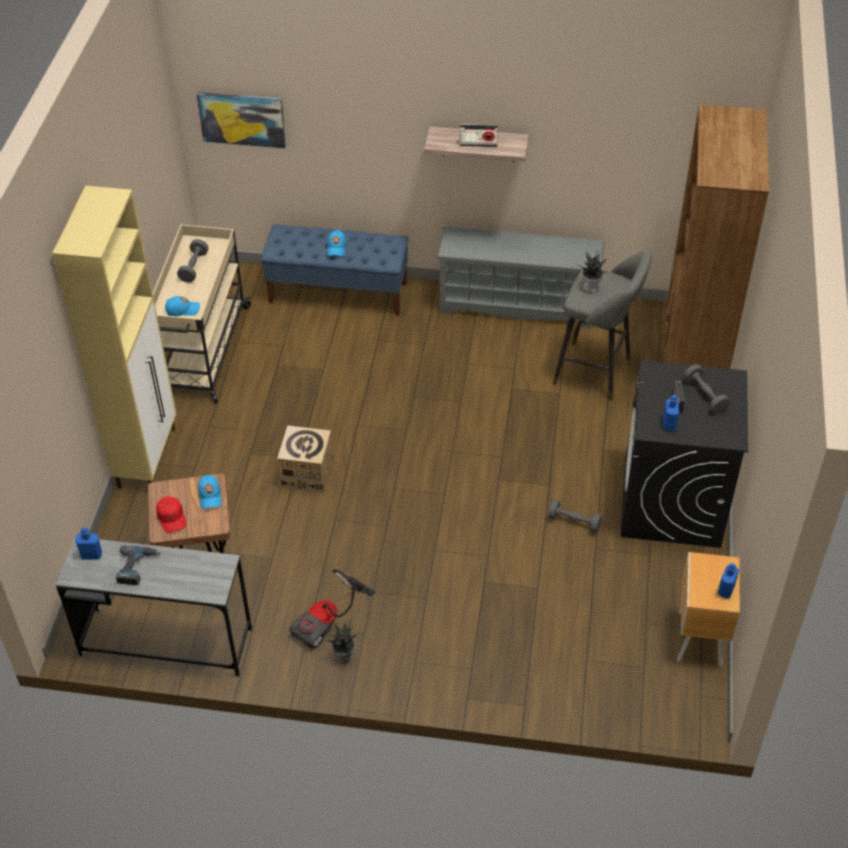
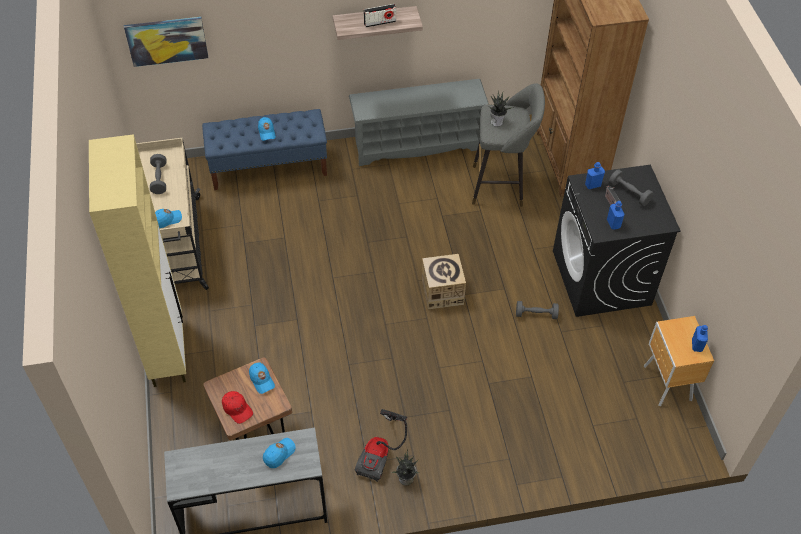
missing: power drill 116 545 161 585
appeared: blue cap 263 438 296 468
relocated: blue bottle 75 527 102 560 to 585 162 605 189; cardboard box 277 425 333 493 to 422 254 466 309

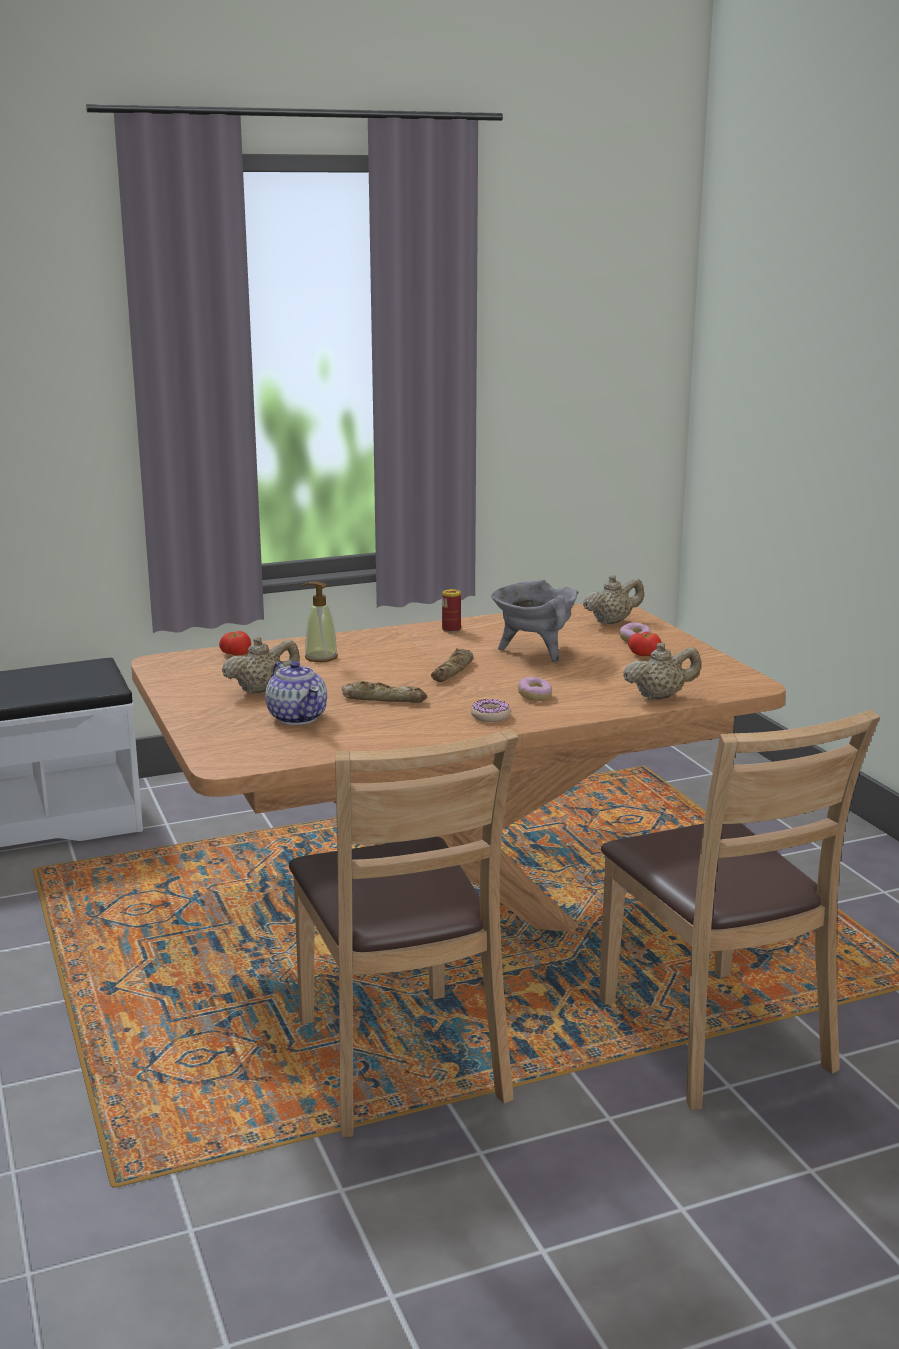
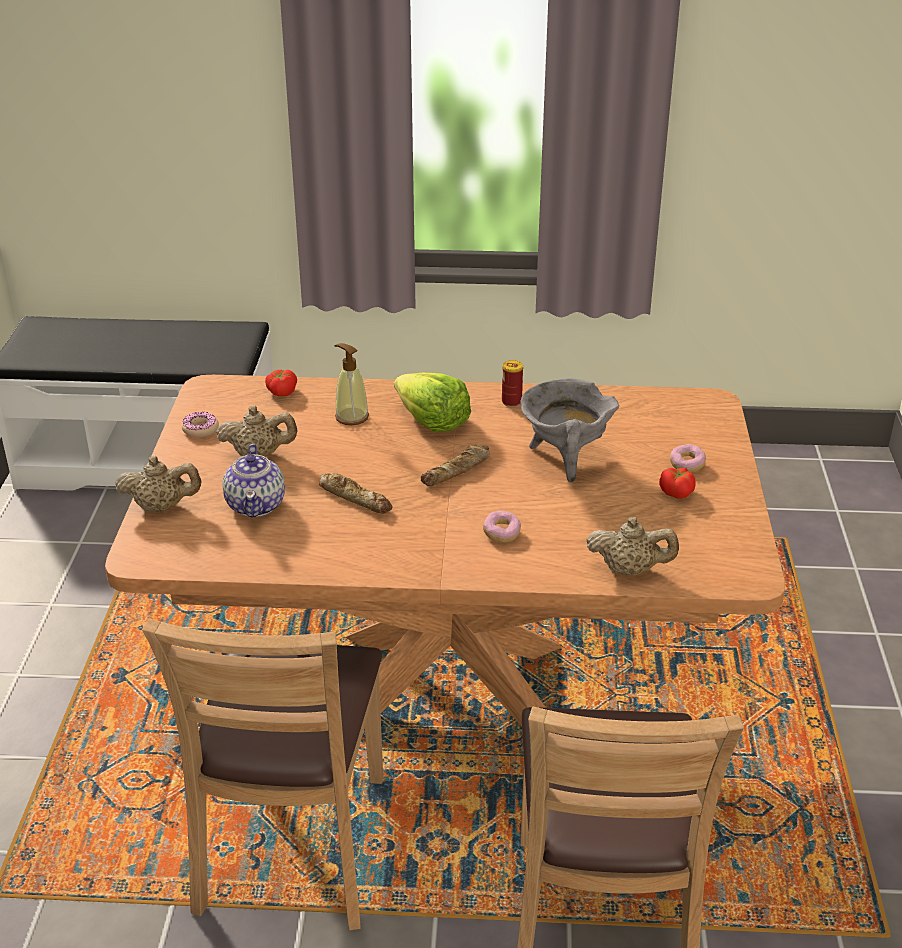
appeared: lettuce 394 373 471 432
relocated: donut 471 699 511 722 to 182 412 219 437; beige teapot 583 575 644 625 to 115 456 202 512

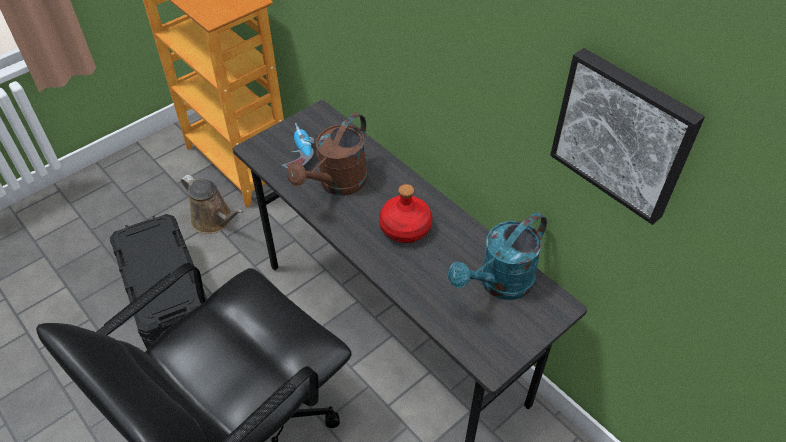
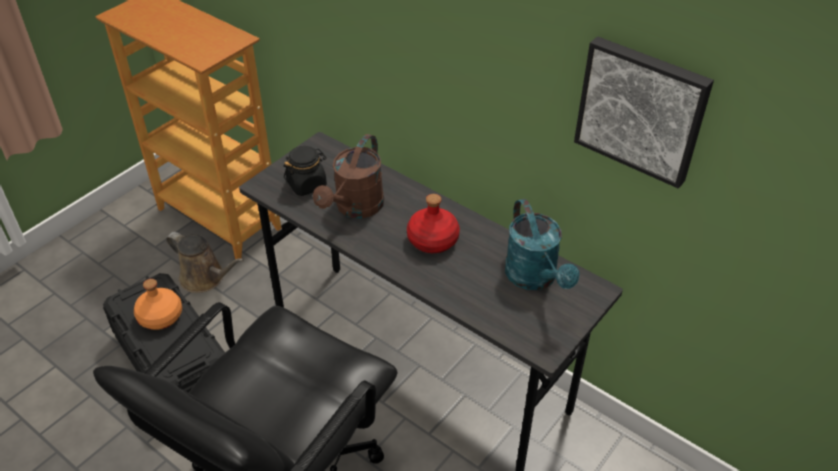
appeared: orange bottle 134 279 182 330
exchanged: power drill 282 123 315 169 to black jar 284 146 327 196
spun: turquoise watering can 448 213 547 300 = 505 199 580 290 60 degrees counterclockwise

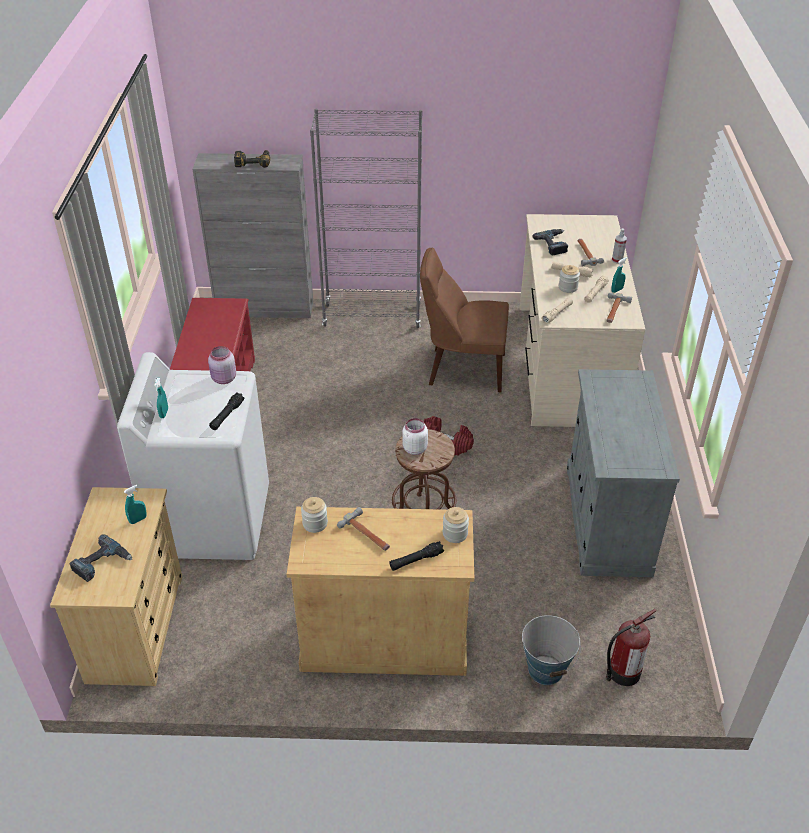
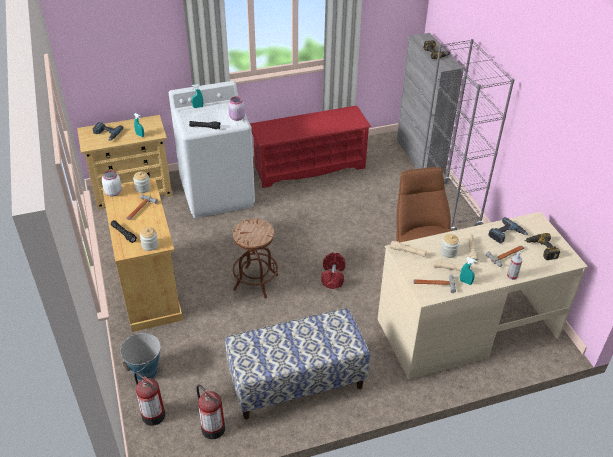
appeared: fire extinguisher 196 384 225 439; power drill 525 233 560 260
relocated: white jar 402 418 428 455 to 102 170 122 196
exchanged: grey cabinet 567 369 680 577 to bench 225 308 370 420

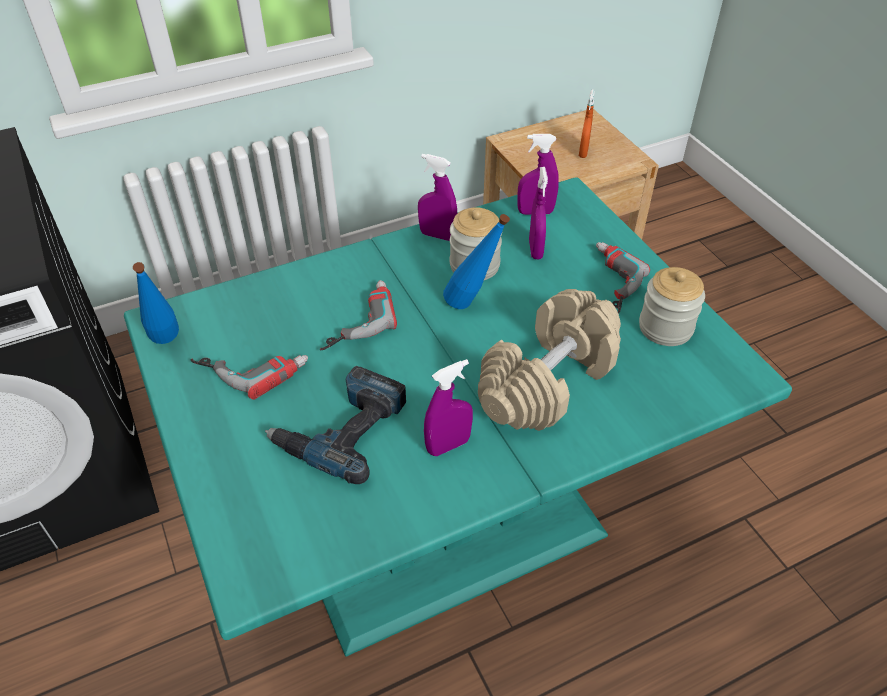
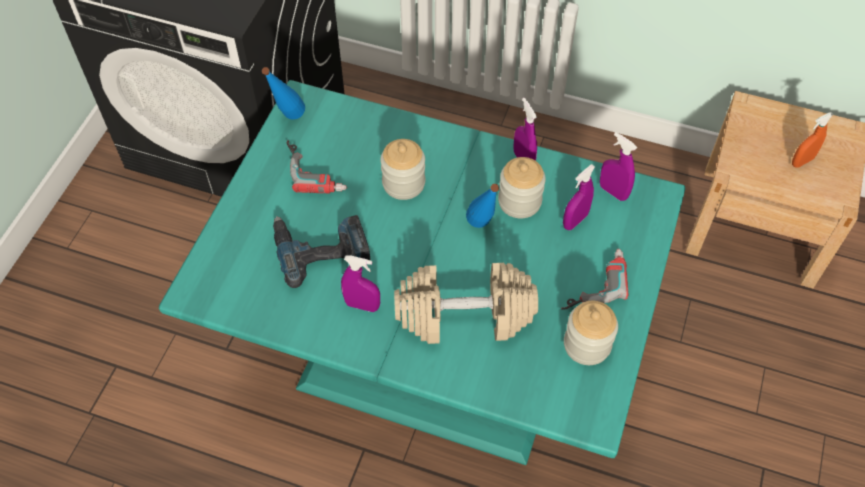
exchanged: power drill 320 280 397 351 to jar 380 139 425 200

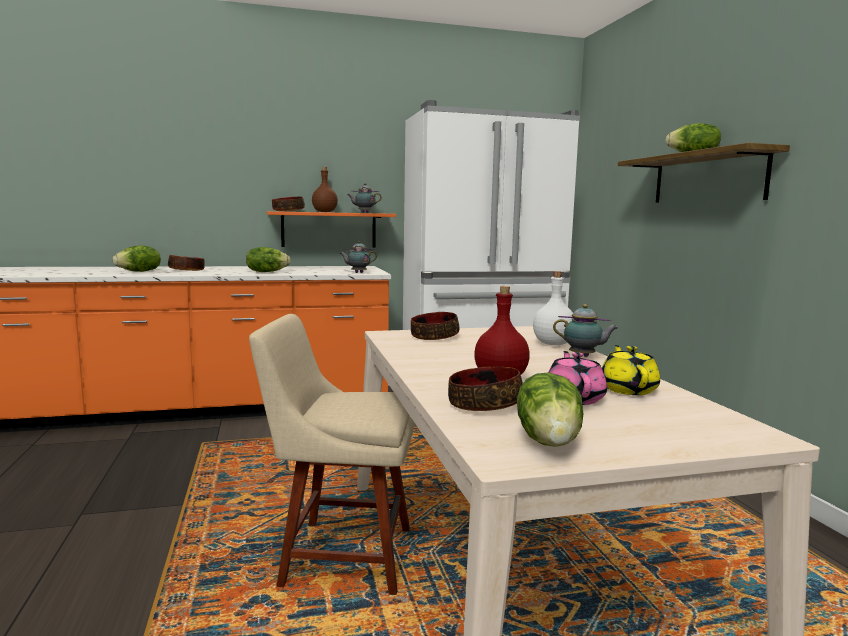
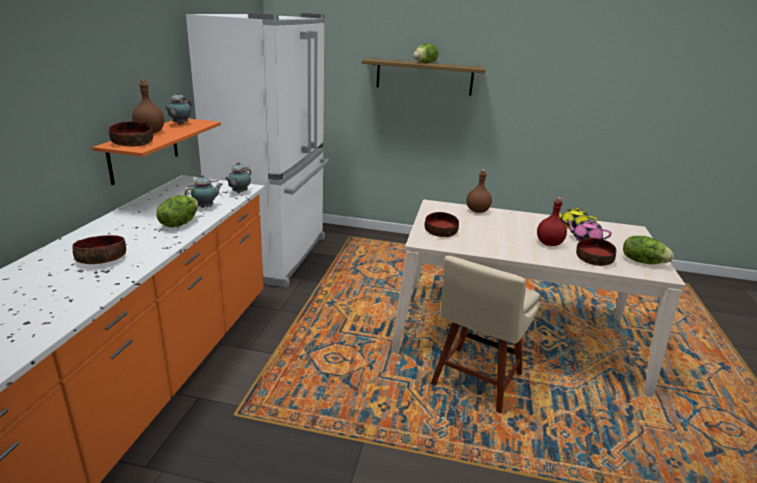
missing: lettuce 113 246 161 272
relocated: teapot 553 304 618 357 to 185 174 222 208
colour: white bottle 533 271 574 345 to brown bottle 466 170 492 213

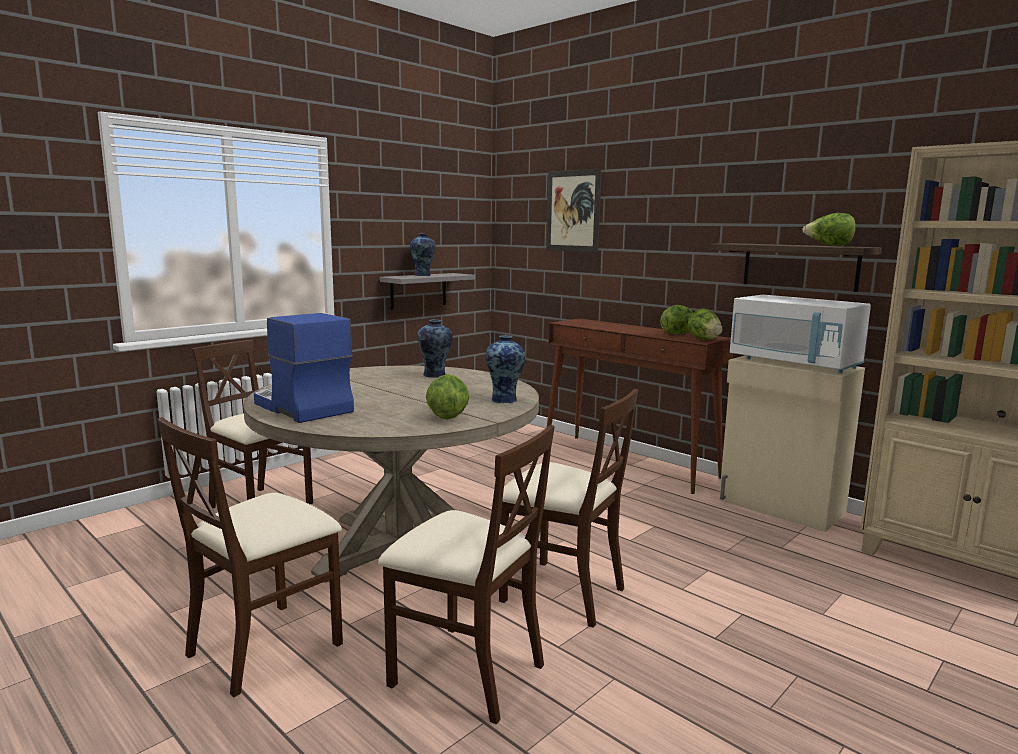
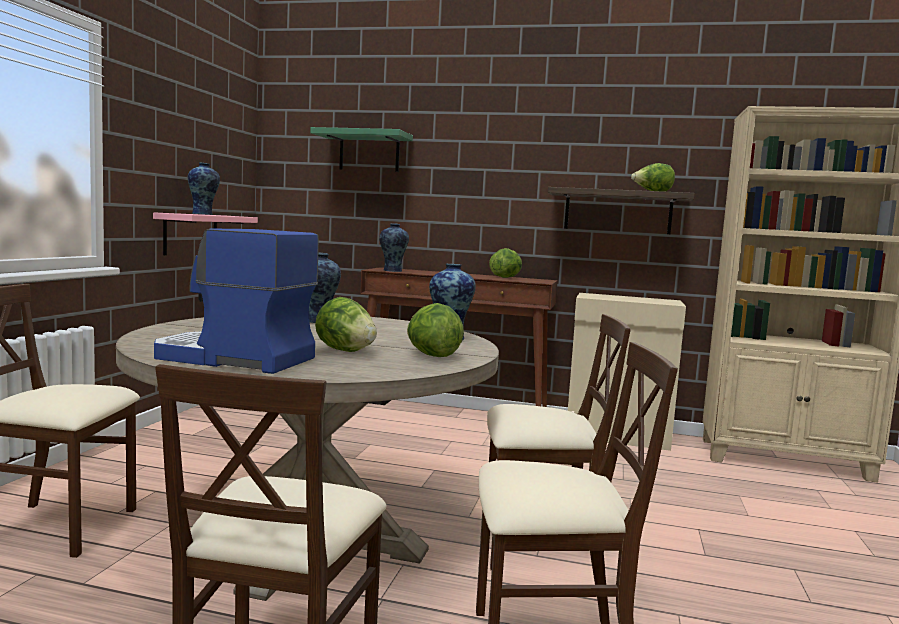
missing: white microwave 730 295 871 374
appeared: vase 379 223 409 272
relocated: lettuce 688 308 722 340 to 315 297 377 352
exchanged: picture 546 169 602 252 to green shelf 310 127 413 172
colour: grey shelf 380 273 475 310 to pink shelf 153 212 258 255

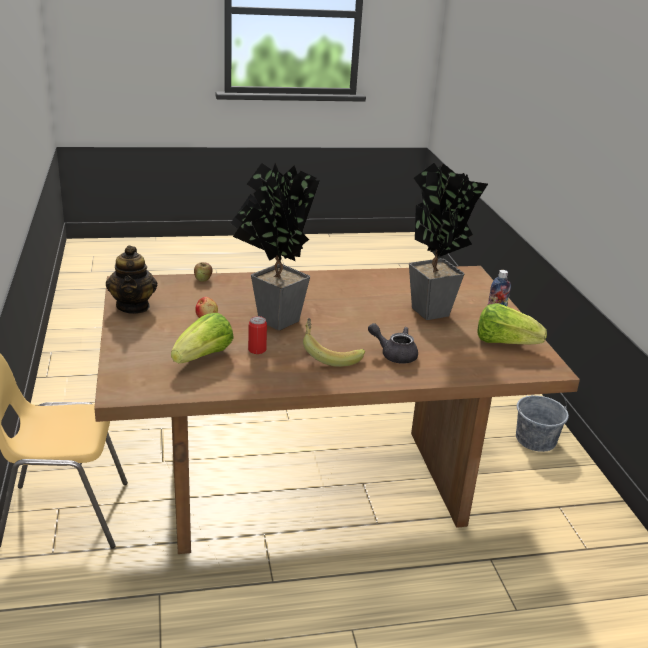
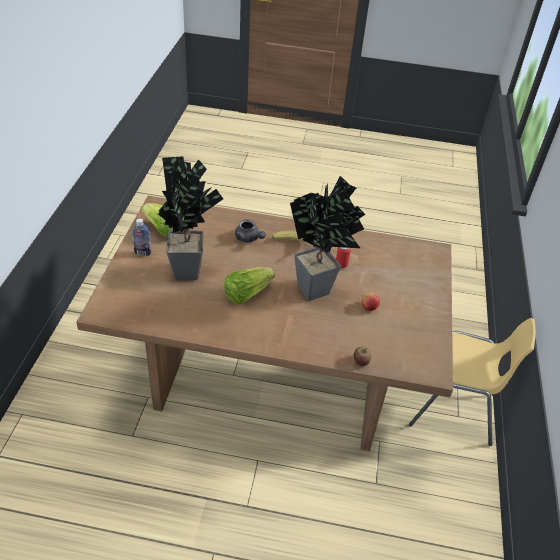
missing: teapot 106 245 157 314; grey bucket 516 393 569 452
relocated: lettuce 171 313 234 363 to 224 267 275 305

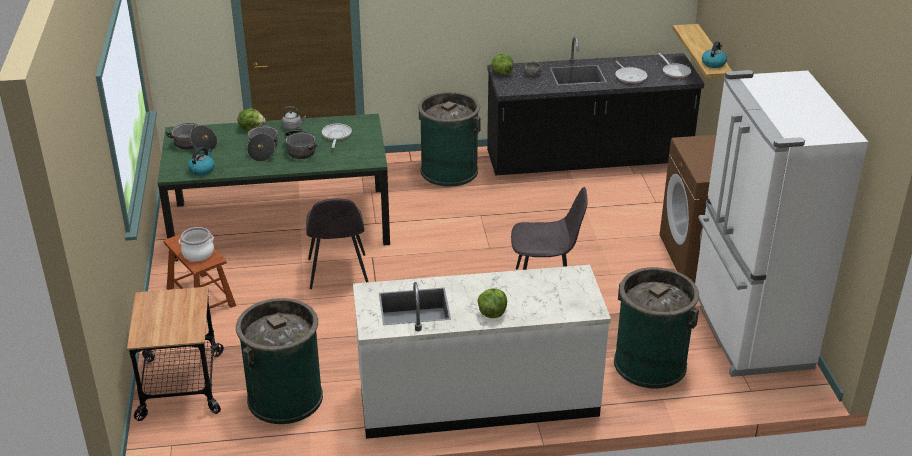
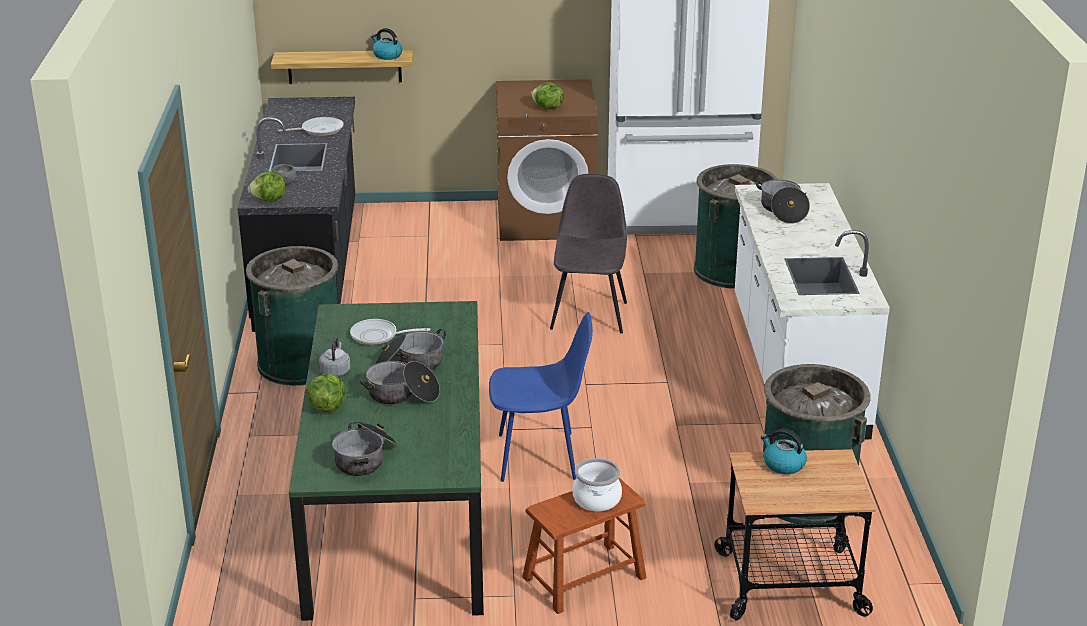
missing: frying pan 658 53 691 78
appeared: cooking pot 756 179 810 224
relocated: kettle 188 147 215 176 to 761 429 807 474; lettuce 478 288 507 318 to 531 82 564 110
colour: grey chair 306 198 368 289 to blue chair 489 312 593 482

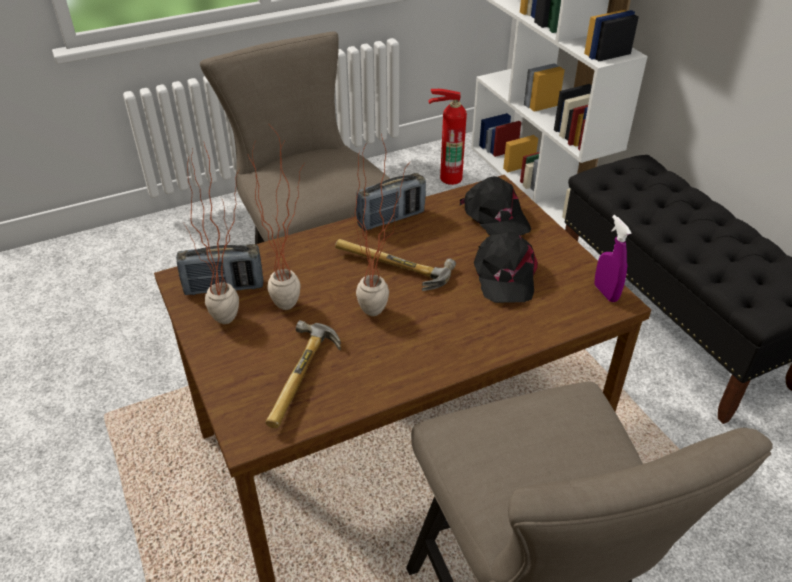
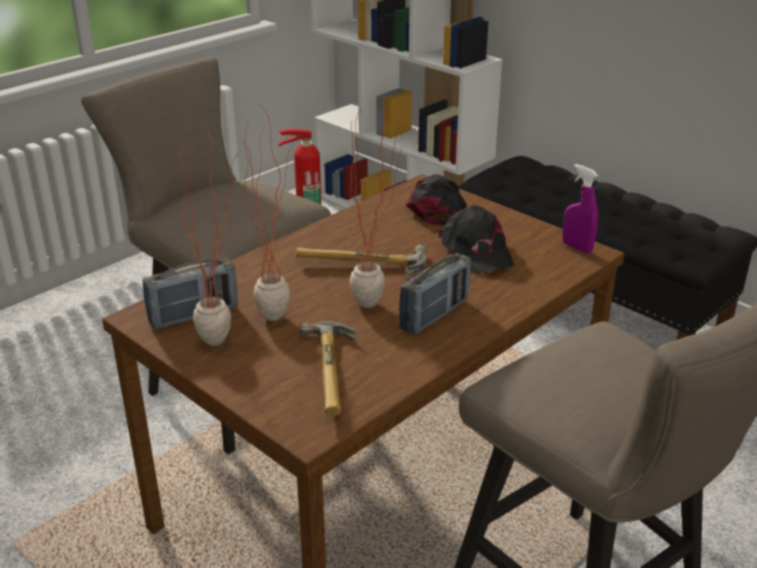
relocated: radio 356 173 426 231 to 399 253 470 335
spun: black cap 460 176 531 236 = 406 174 467 225 135 degrees counterclockwise

